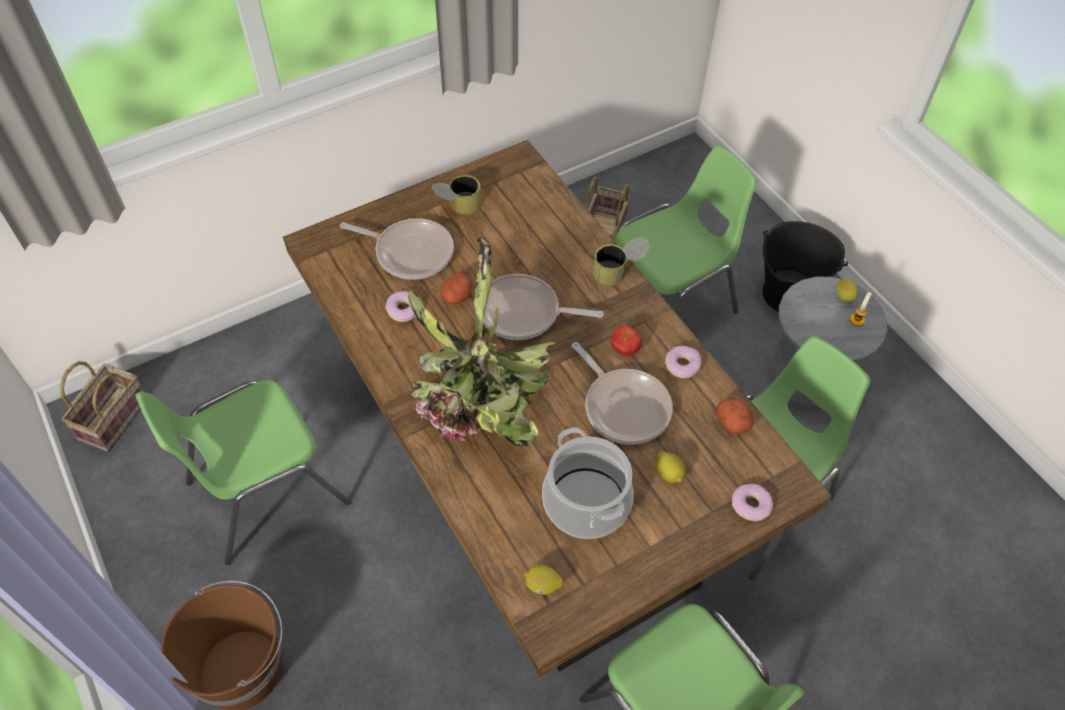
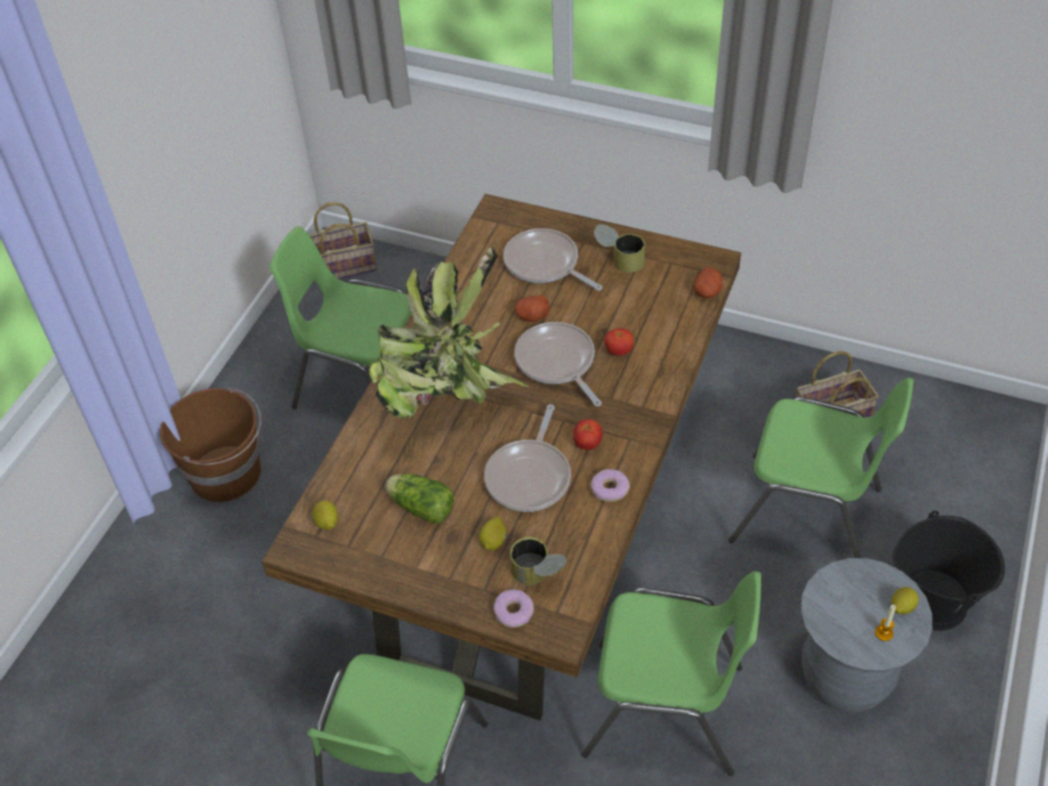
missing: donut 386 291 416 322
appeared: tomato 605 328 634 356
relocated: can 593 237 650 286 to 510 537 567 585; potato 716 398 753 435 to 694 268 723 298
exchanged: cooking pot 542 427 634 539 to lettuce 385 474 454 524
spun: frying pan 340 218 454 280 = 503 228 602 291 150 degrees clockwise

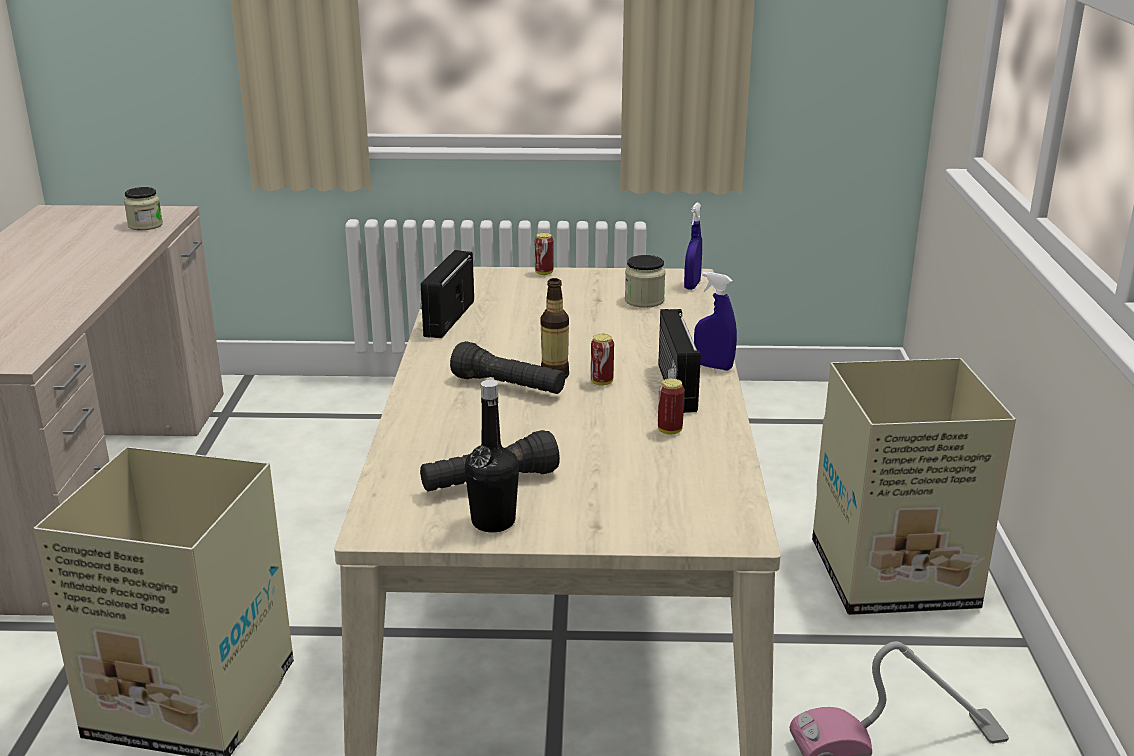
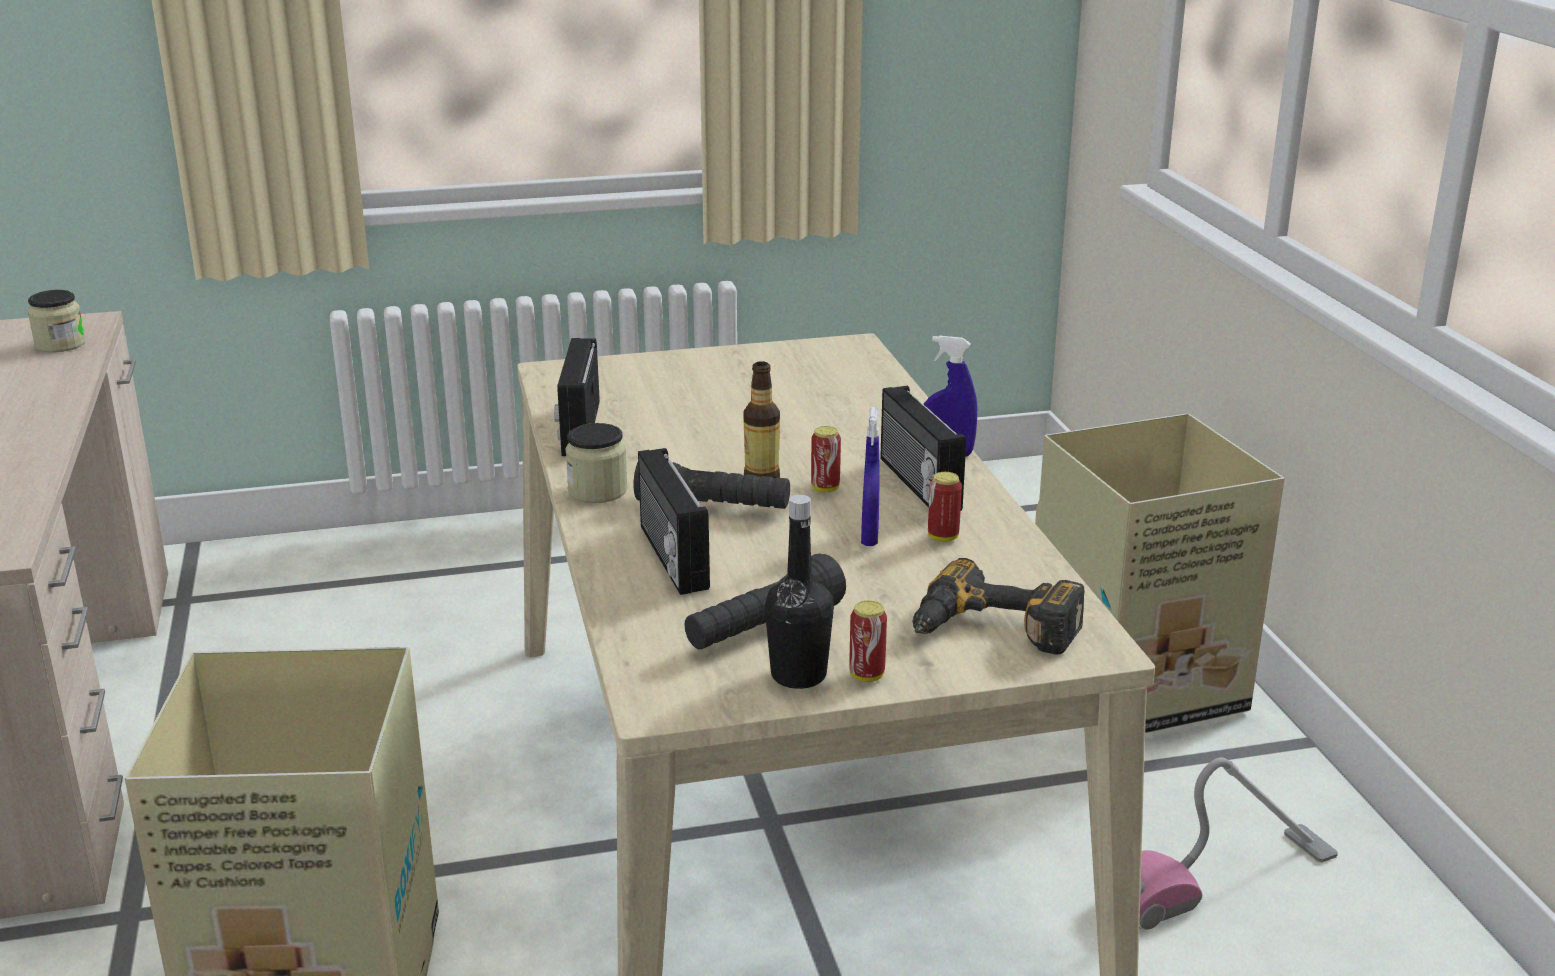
appeared: radio 638 448 710 595; power drill 912 558 1084 654
relocated: can 535 233 554 275 to 849 601 887 682; jar 625 255 665 308 to 565 423 628 503; blue spray bottle 684 203 702 290 to 861 407 880 546

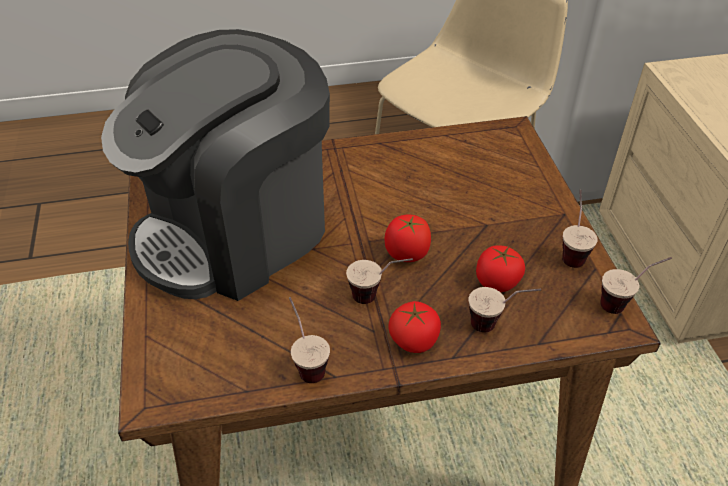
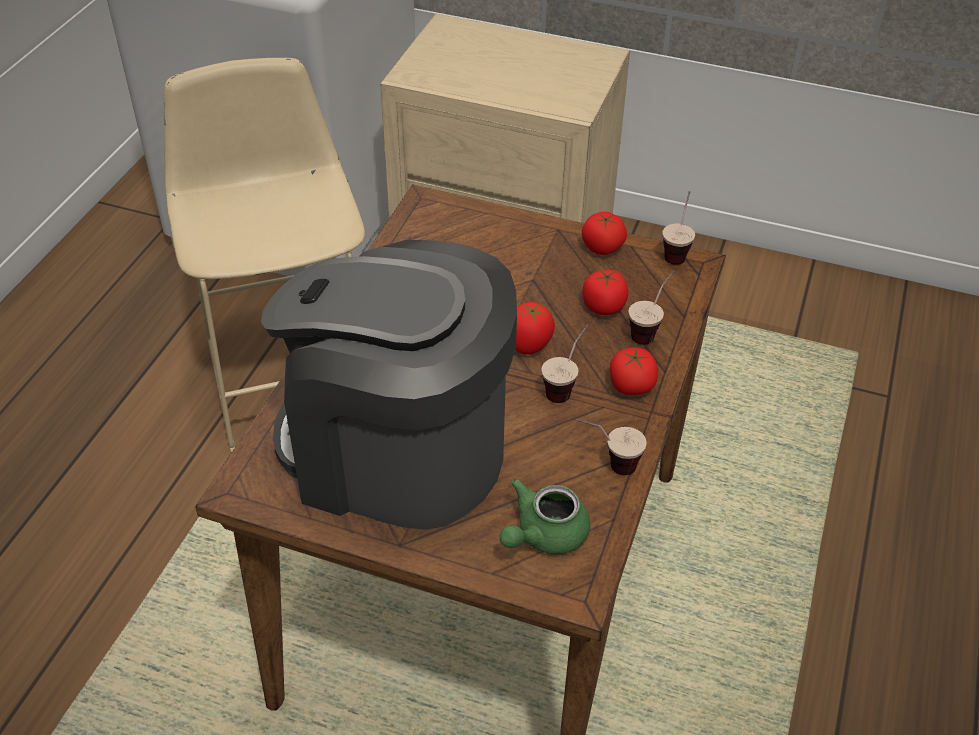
appeared: green teapot 500 479 590 554
exchanged: cup 562 190 598 268 to tomato 582 212 627 255
spun: coffee machine 101 29 330 301 = 261 240 517 530 120 degrees clockwise

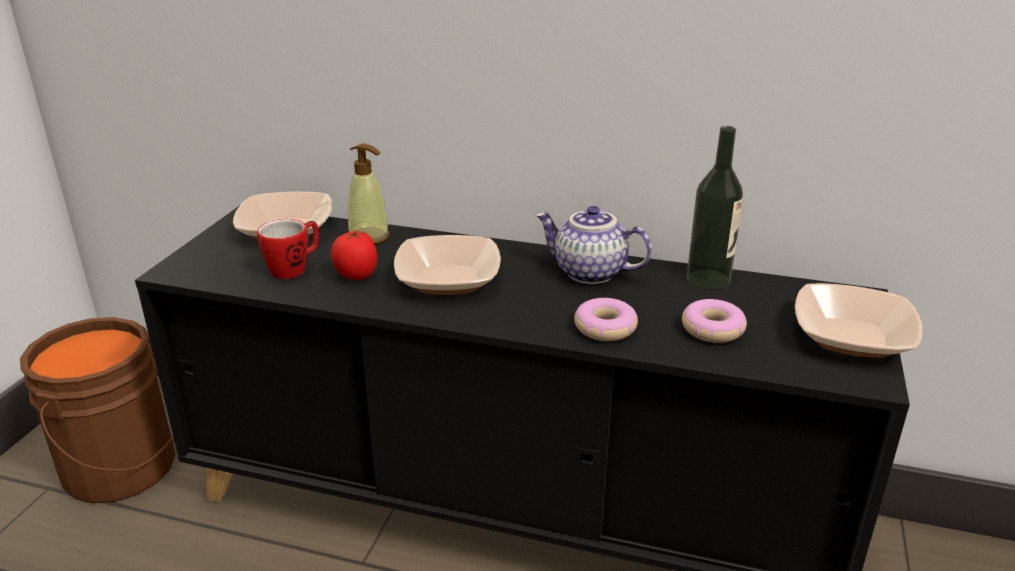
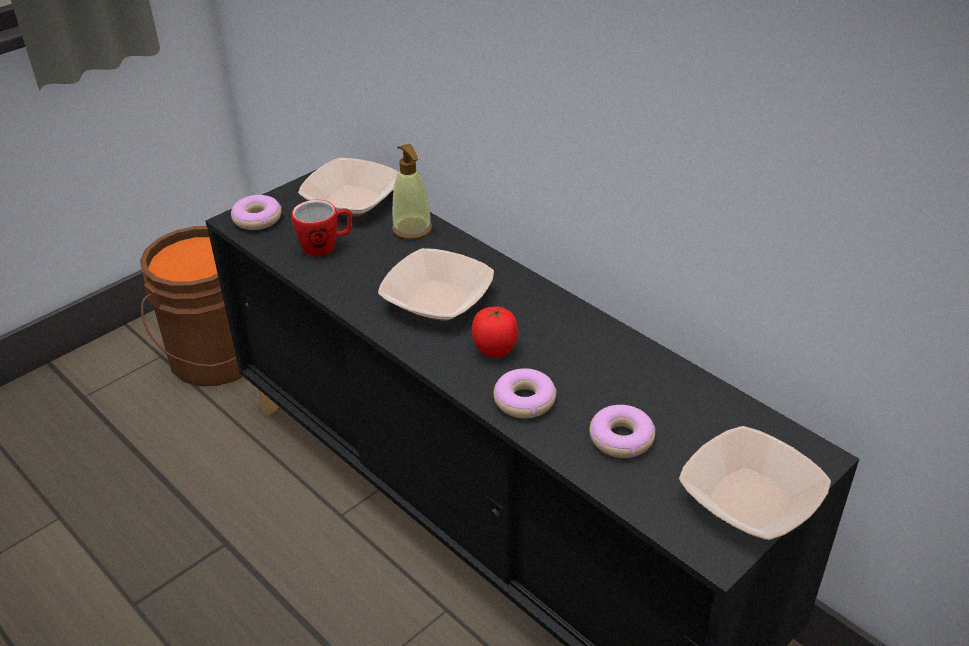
missing: teapot 535 206 652 284; bottle 687 126 743 290
appeared: donut 231 195 282 230
relocated: tomato 331 230 377 280 to 472 306 518 357

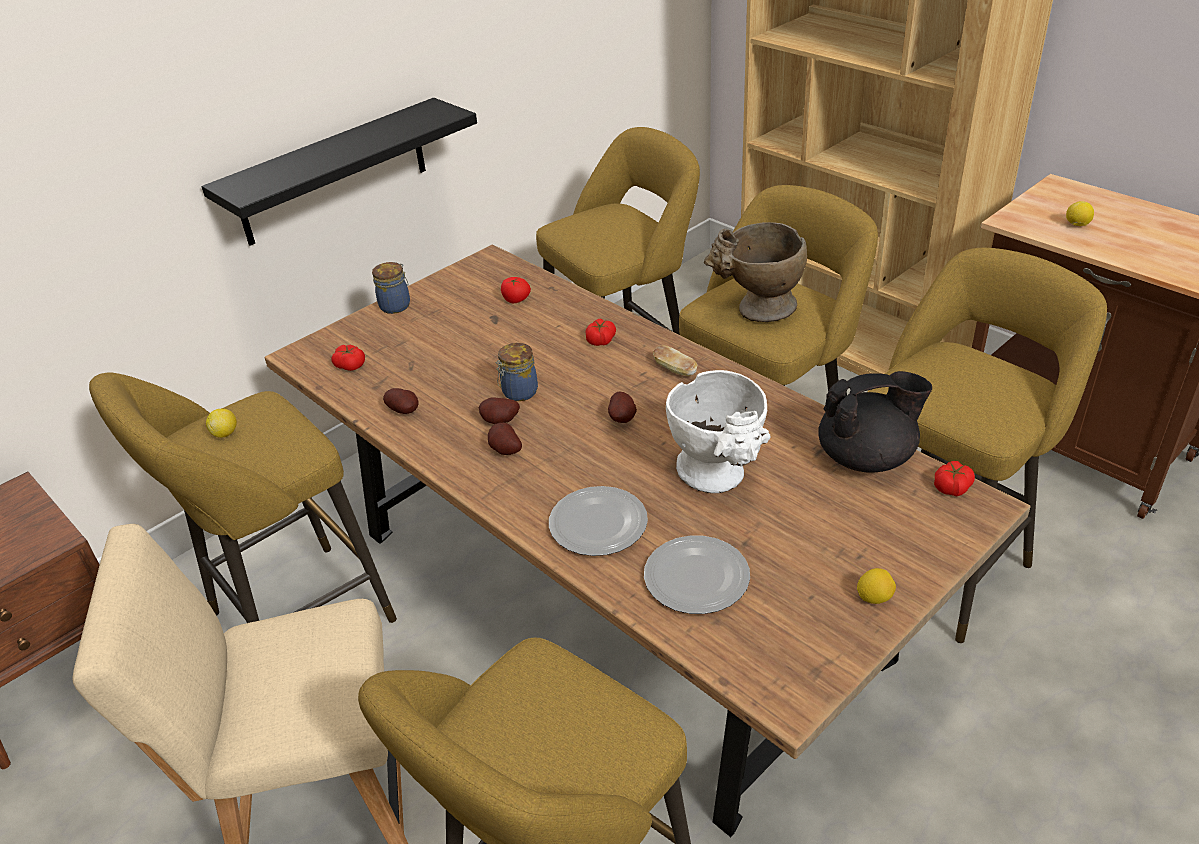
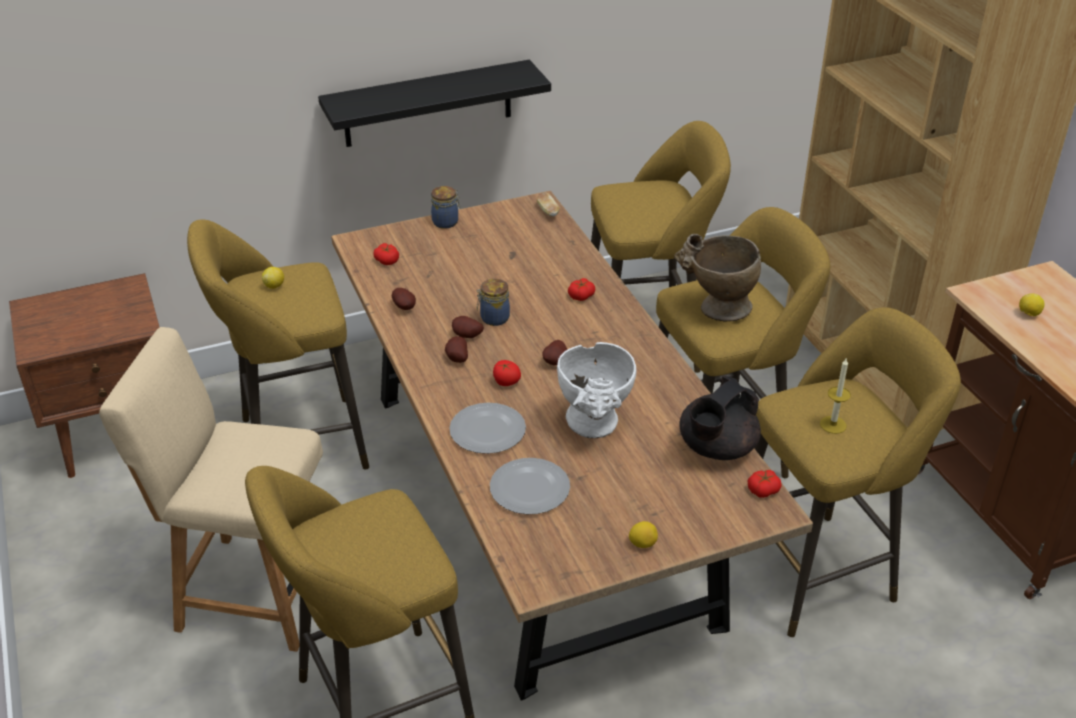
appeared: candle 820 359 851 434
relocated: tomato 501 277 531 303 to 493 360 521 386; bread 653 346 698 376 to 537 192 559 217
spun: black teapot 818 371 932 473 = 679 376 761 460 120 degrees clockwise

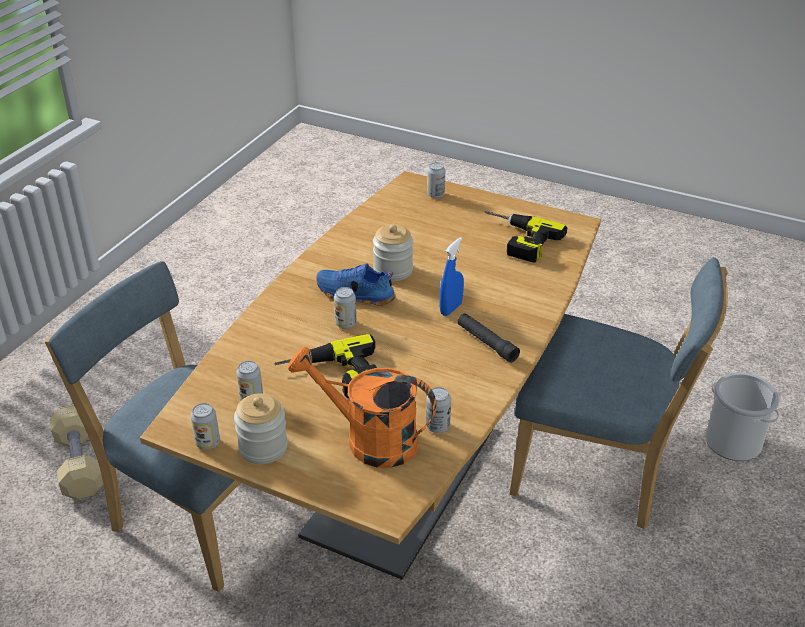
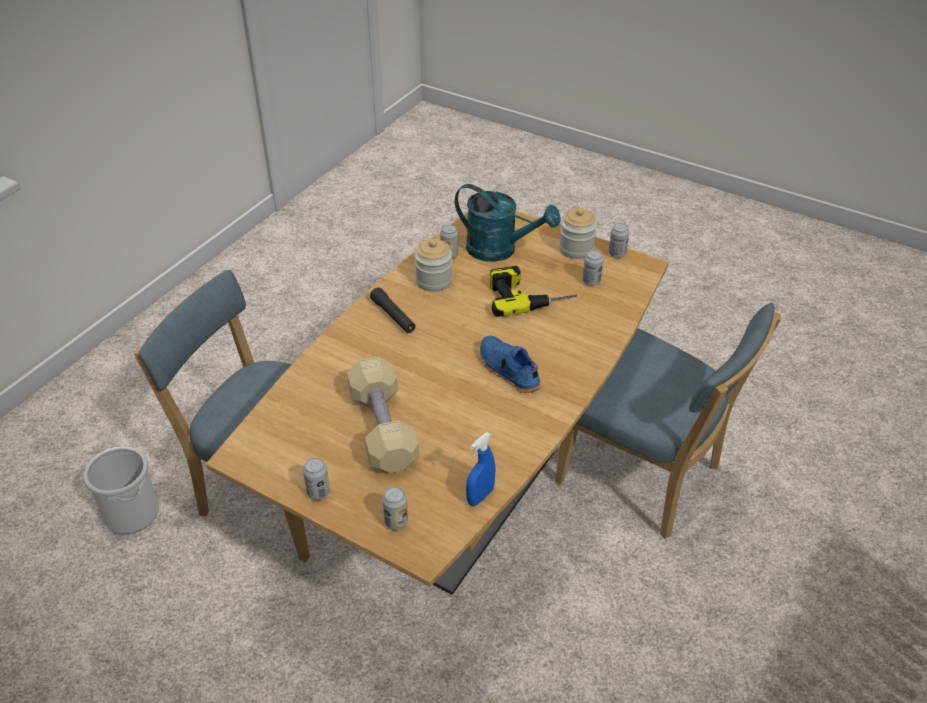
missing: power drill 484 211 567 263
relocated: beige dumbbell 50 405 103 500 to 347 357 419 473; can 334 287 356 329 to 303 458 330 500; jar 373 224 413 281 to 415 239 452 292; blue spray bottle 440 237 464 316 to 466 432 496 506
colour: orange watering can 288 347 436 468 to turquoise watering can 455 184 561 262
spun: blue shoe 316 263 396 306 = 480 336 541 393 150 degrees counterclockwise

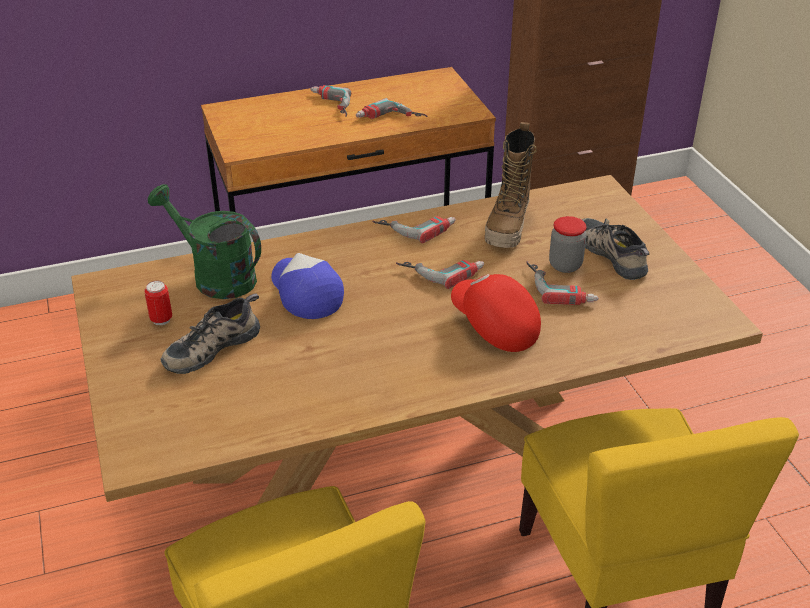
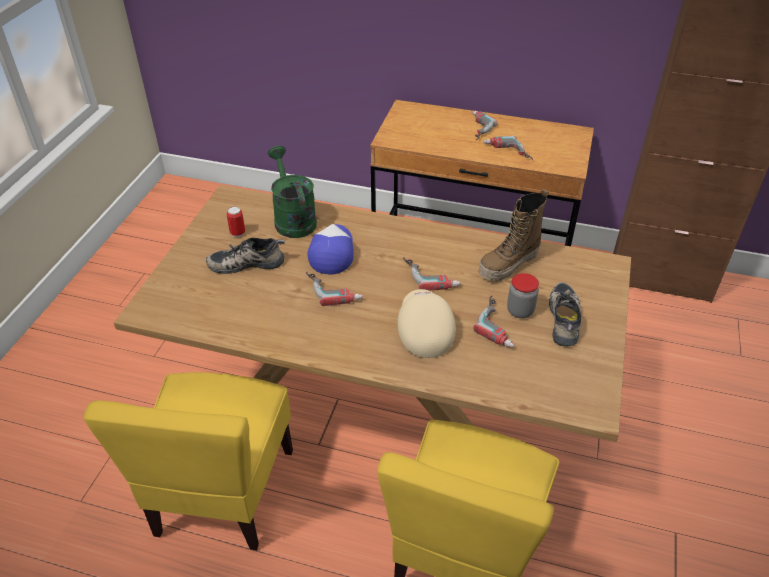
relocated: power drill 372 216 456 243 to 306 271 363 306
colour: red cap 451 274 541 352 to beige cap 398 289 456 358

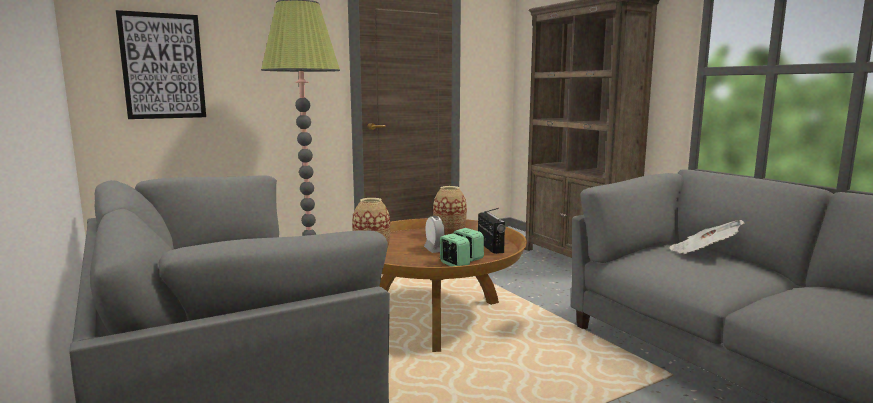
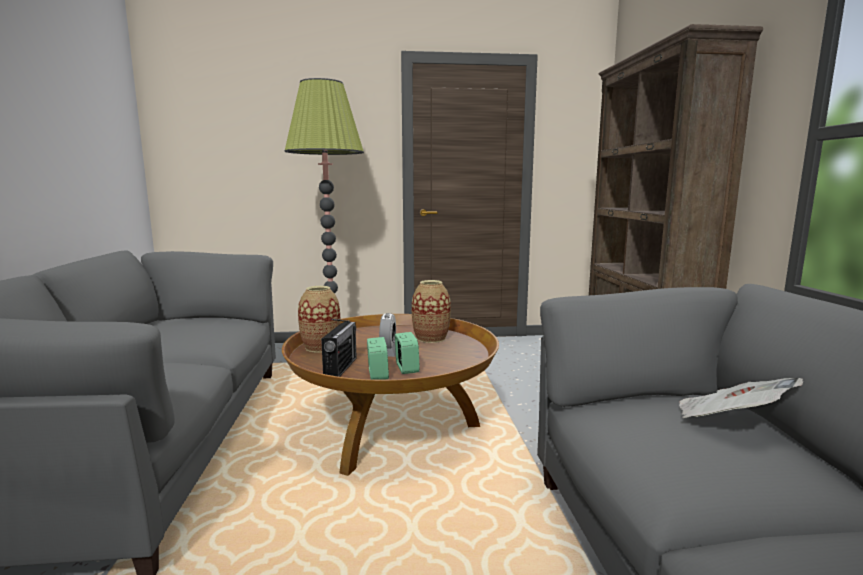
missing: picture 116 10 206 119
relocated: radio 478 208 506 254 to 321 319 357 377

